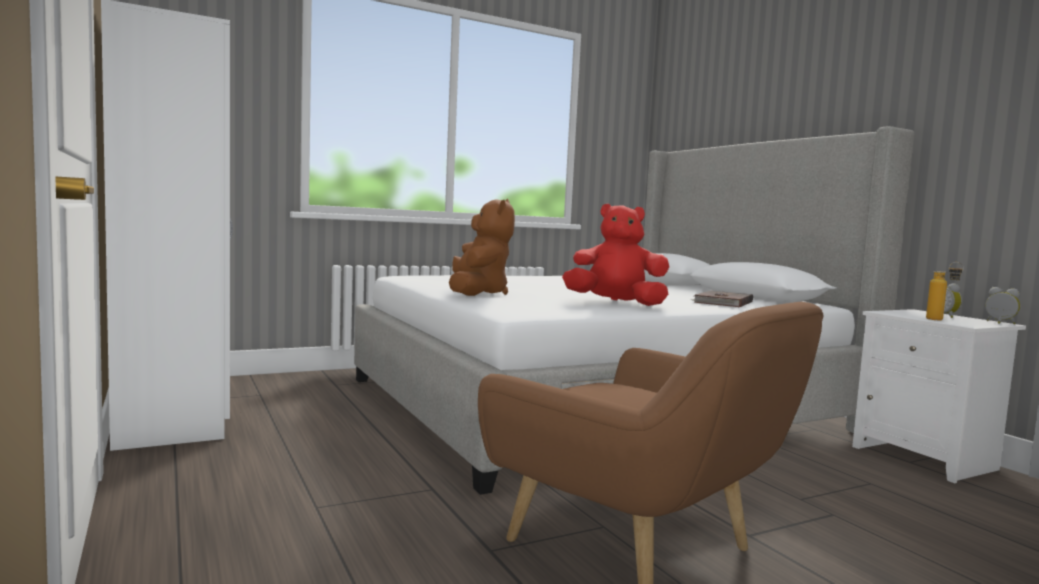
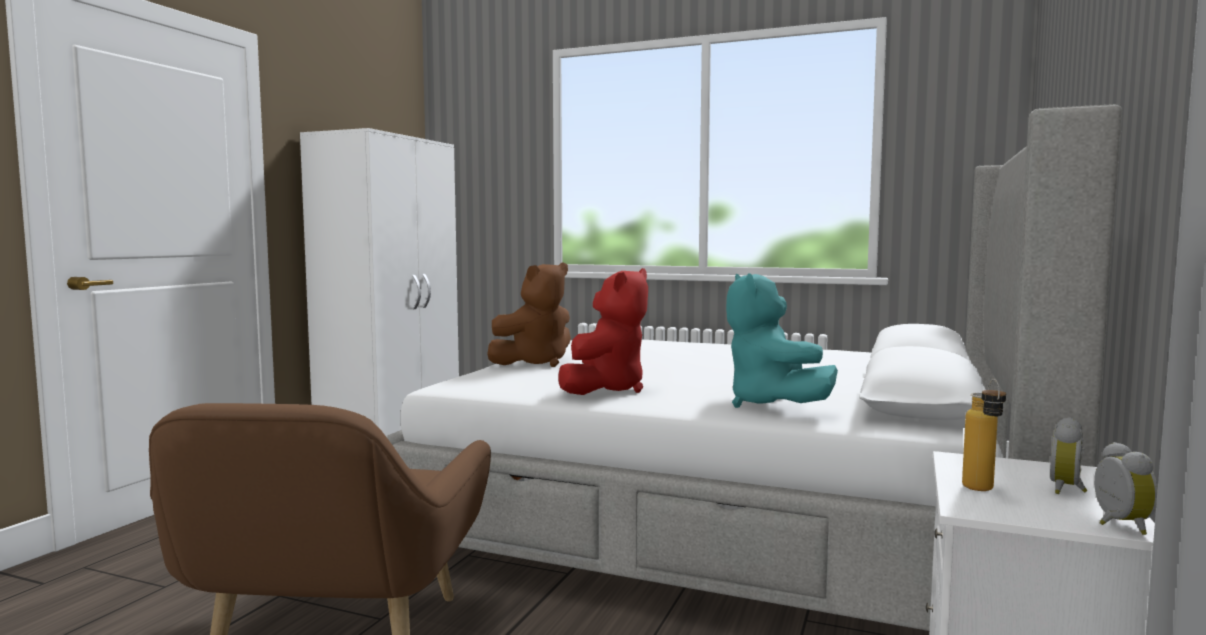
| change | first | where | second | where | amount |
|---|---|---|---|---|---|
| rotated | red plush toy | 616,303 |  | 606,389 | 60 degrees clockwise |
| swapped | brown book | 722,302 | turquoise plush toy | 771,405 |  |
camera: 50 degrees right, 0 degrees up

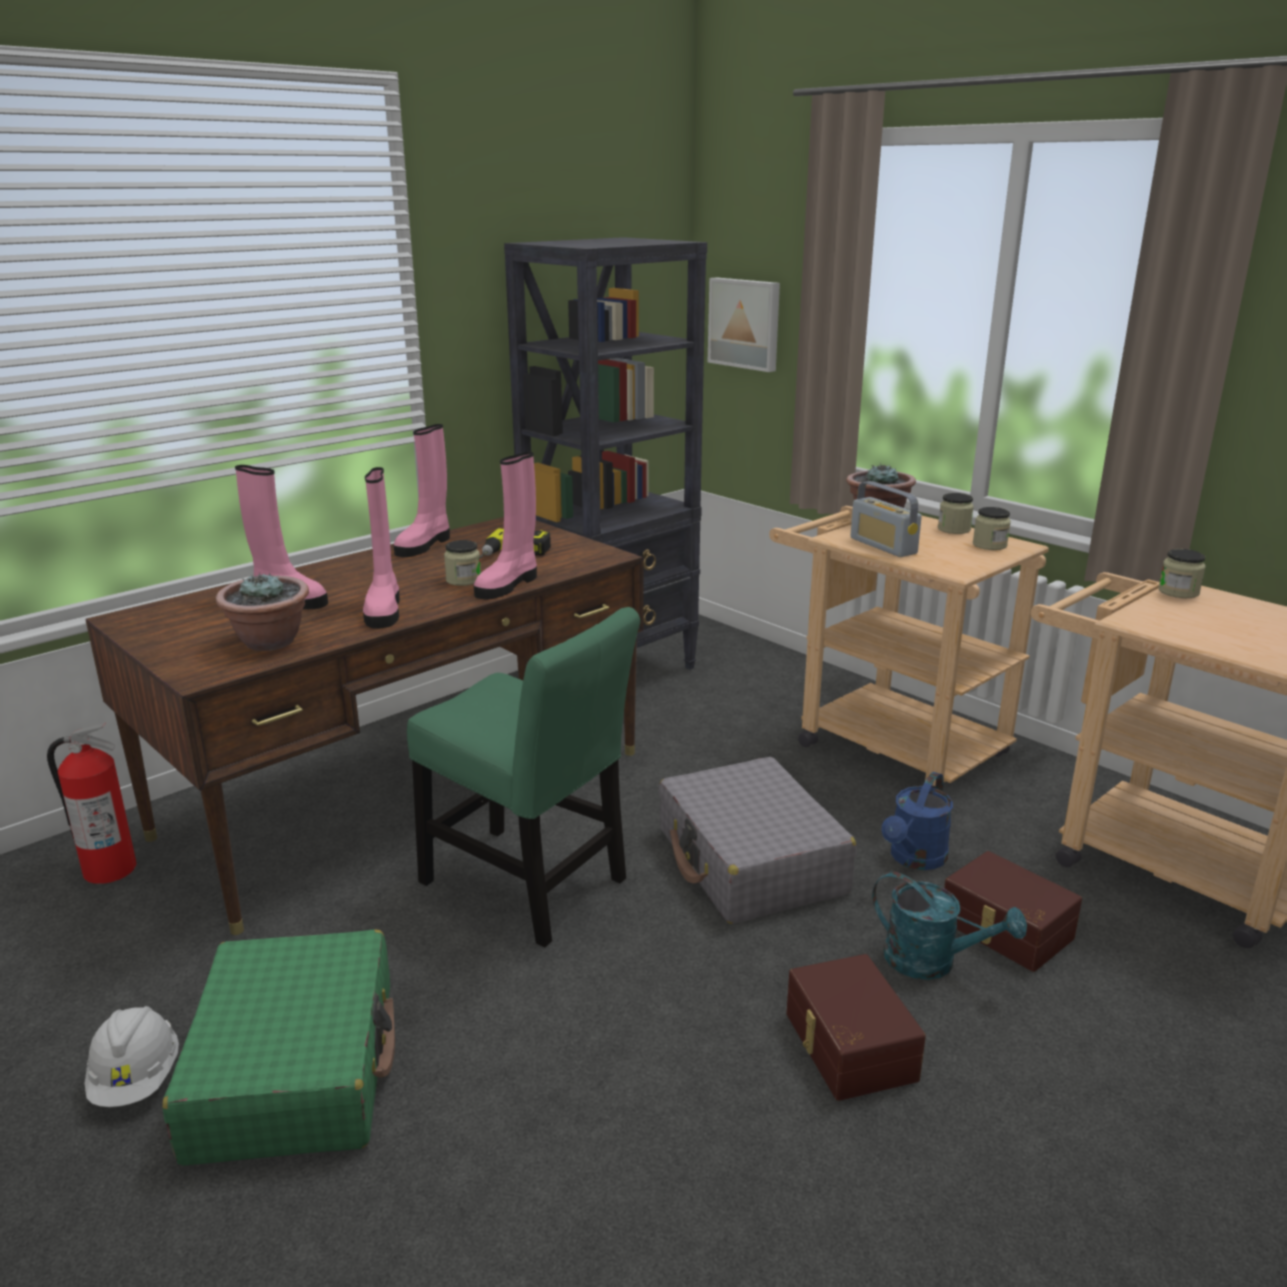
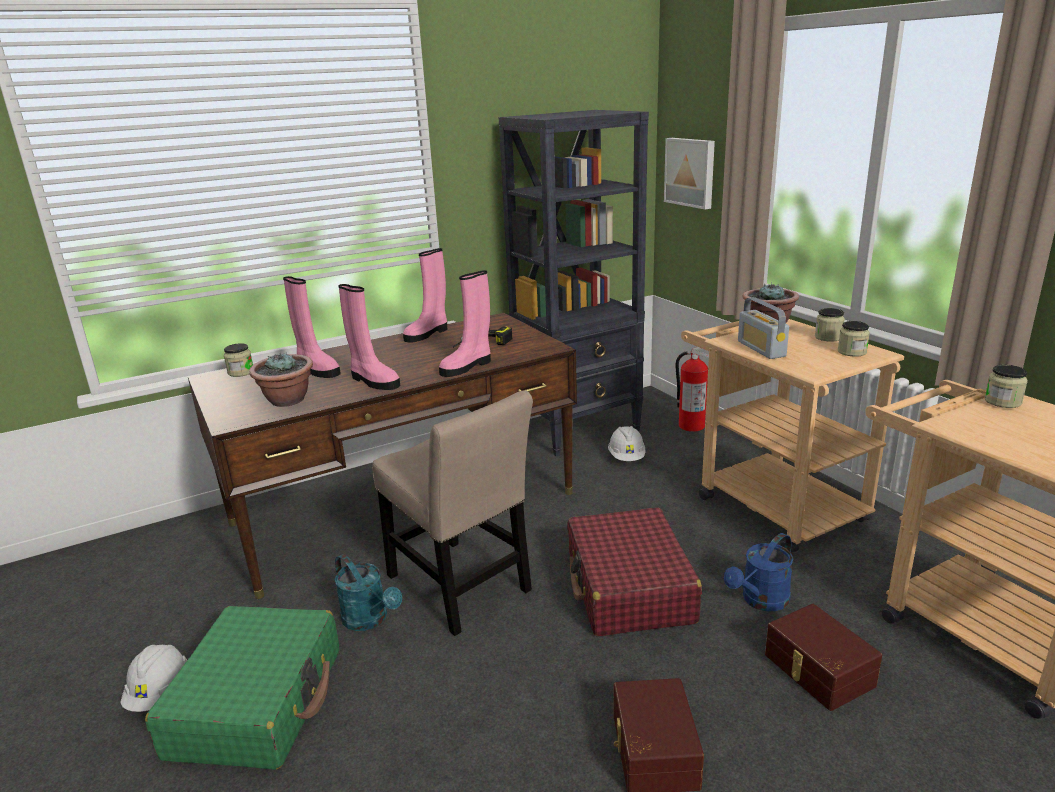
| change | first | where | second | where | amount |
|---|---|---|---|---|---|
| shifted | fire extinguisher | 109,869 |  | 691,426 |  |
| rotated | pink boot | 384,610 |  | 373,381 | 60 degrees counterclockwise |
| repainted | green chair | 530,886 | beige chair | 461,587 |  |
| shifted | jar | 463,580 |  | 241,372 |  |
| repainted | grey suitcase | 750,862 | red suitcase | 629,588 |  |
| shifted | turquoise watering can | 932,962 |  | 370,620 |  |
| new |  |  | white hard hat | 626,457 |  |
camera: 15 degrees right, 0 degrees up

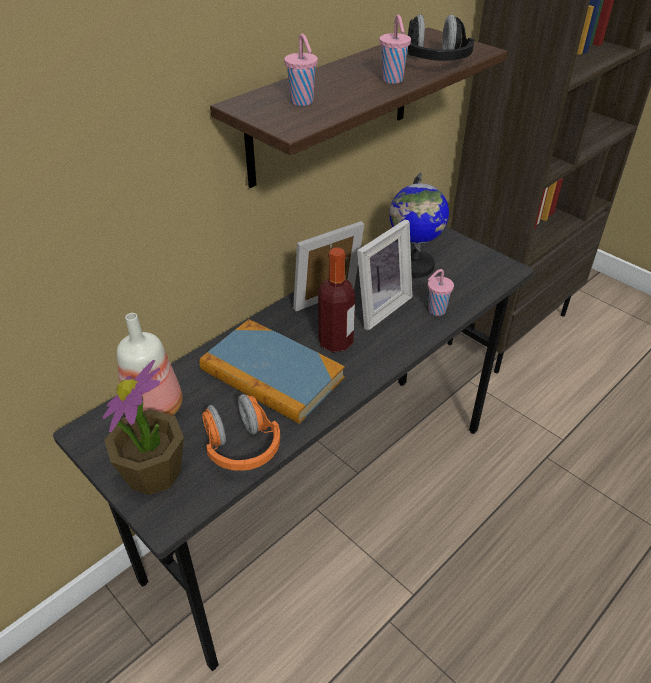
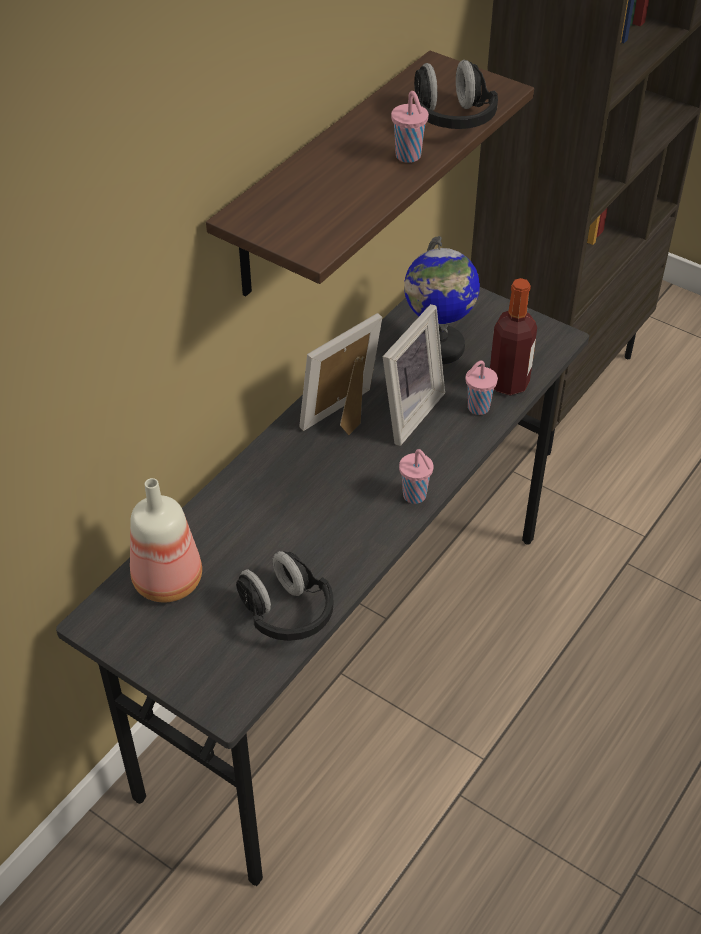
| change | first | where | second | where | amount |
|---|---|---|---|---|---|
| gone | potted plant | 154,473 |  |  |  |
| gone | book | 272,374 |  |  |  |
| repainted | orange headphones | 242,447 | black headphones | 286,612 |  |
| shifted | pink cup | 302,102 |  | 415,496 |  |
| shifted | bottle | 335,342 |  | 508,383 |  |
camera: 10 degrees left, 5 degrees up

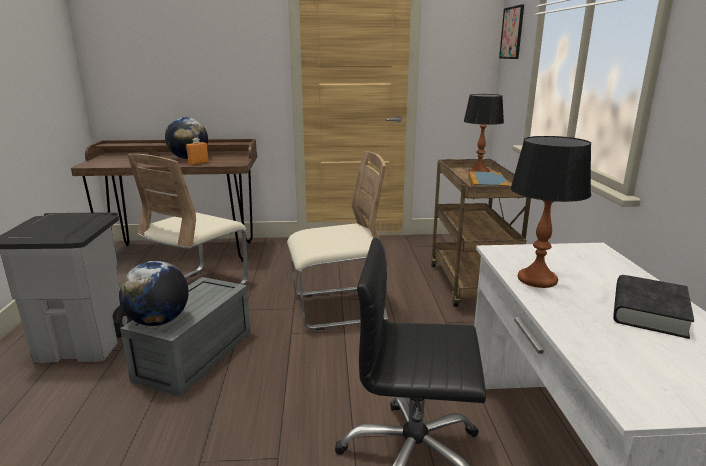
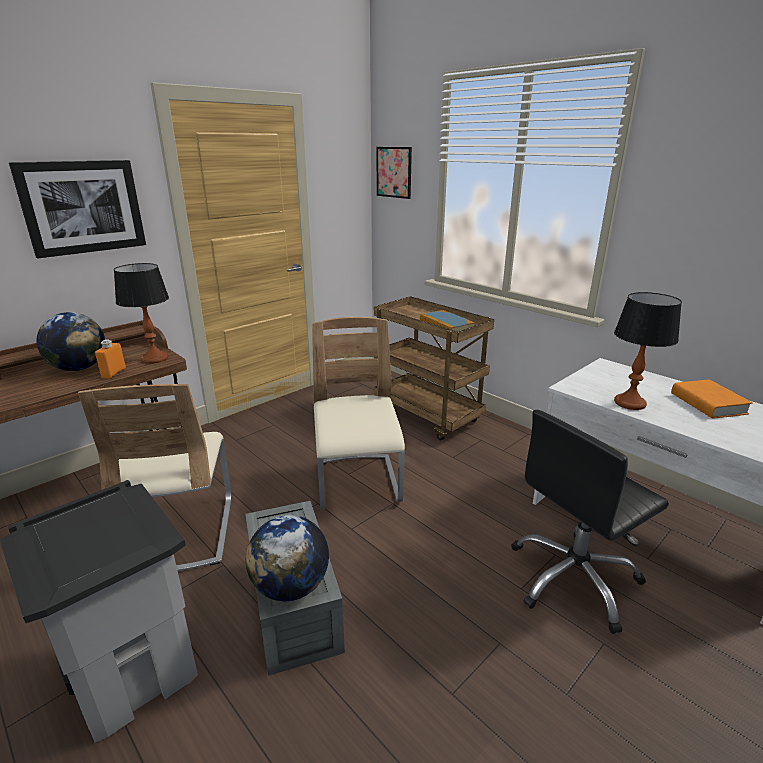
| change | first | where | second | where | amount |
|---|---|---|---|---|---|
| rotated | beige chair | 338,308 |  | 357,484 | 45 degrees counterclockwise |
| shifted | table lamp | 479,171 |  | 155,358 |  |
| repainted | black book | 648,312 | orange book | 708,404 |  |
| new |  |  | picture | 83,207 |  |
camera: 40 degrees left, 5 degrees up

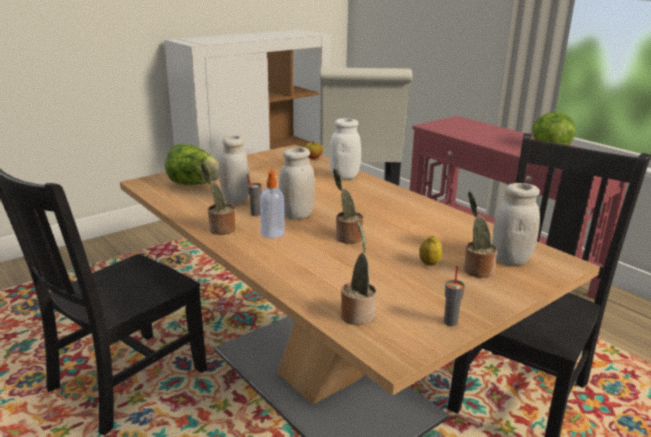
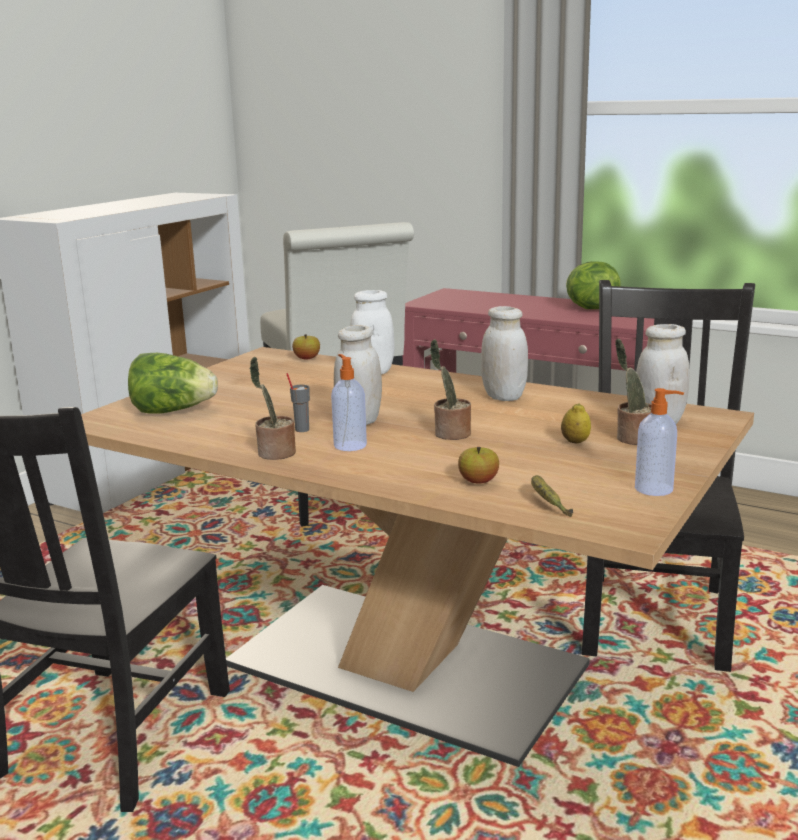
| change | first | where | second | where | amount |
|---|---|---|---|---|---|
| shifted | white jar | 235,200 |  | 503,397 |  |
| swapped | potted plant | 357,314 | banana | 547,503 |  |
| swapped | grey cup | 450,322 | soap dispenser | 655,489 |  |
| new |  |  | apple | 478,481 |  |
camera: 20 degrees left, 5 degrees down

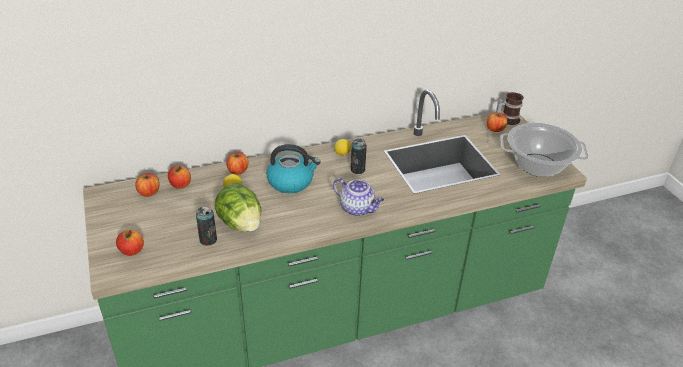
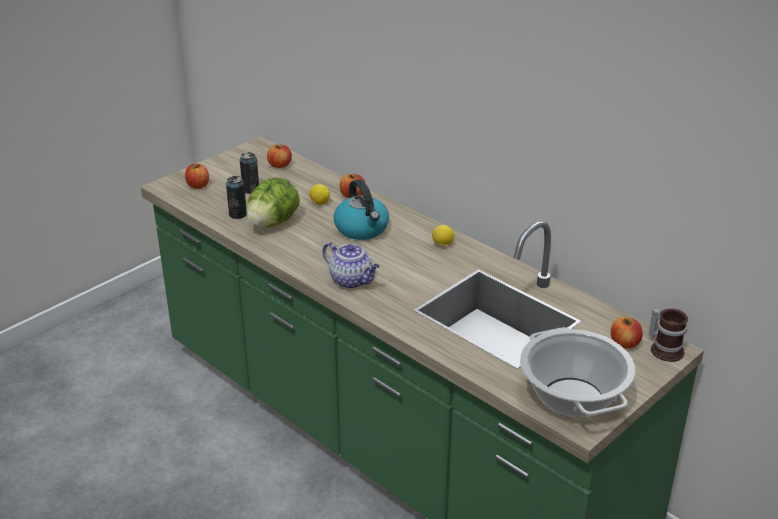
| change | first | where | second | where | amount |
|---|---|---|---|---|---|
| gone | apple | 180,184 |  |  |  |
| rotated | teapot | 358,208 |  | 352,280 | 60 degrees counterclockwise |
| shifted | can | 357,169 |  | 251,190 |  |
camera: 65 degrees right, 5 degrees down

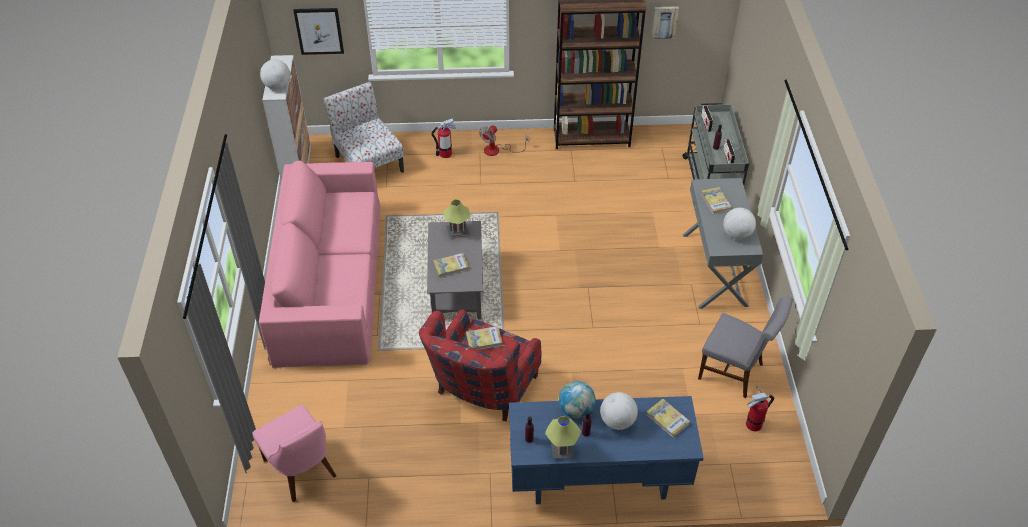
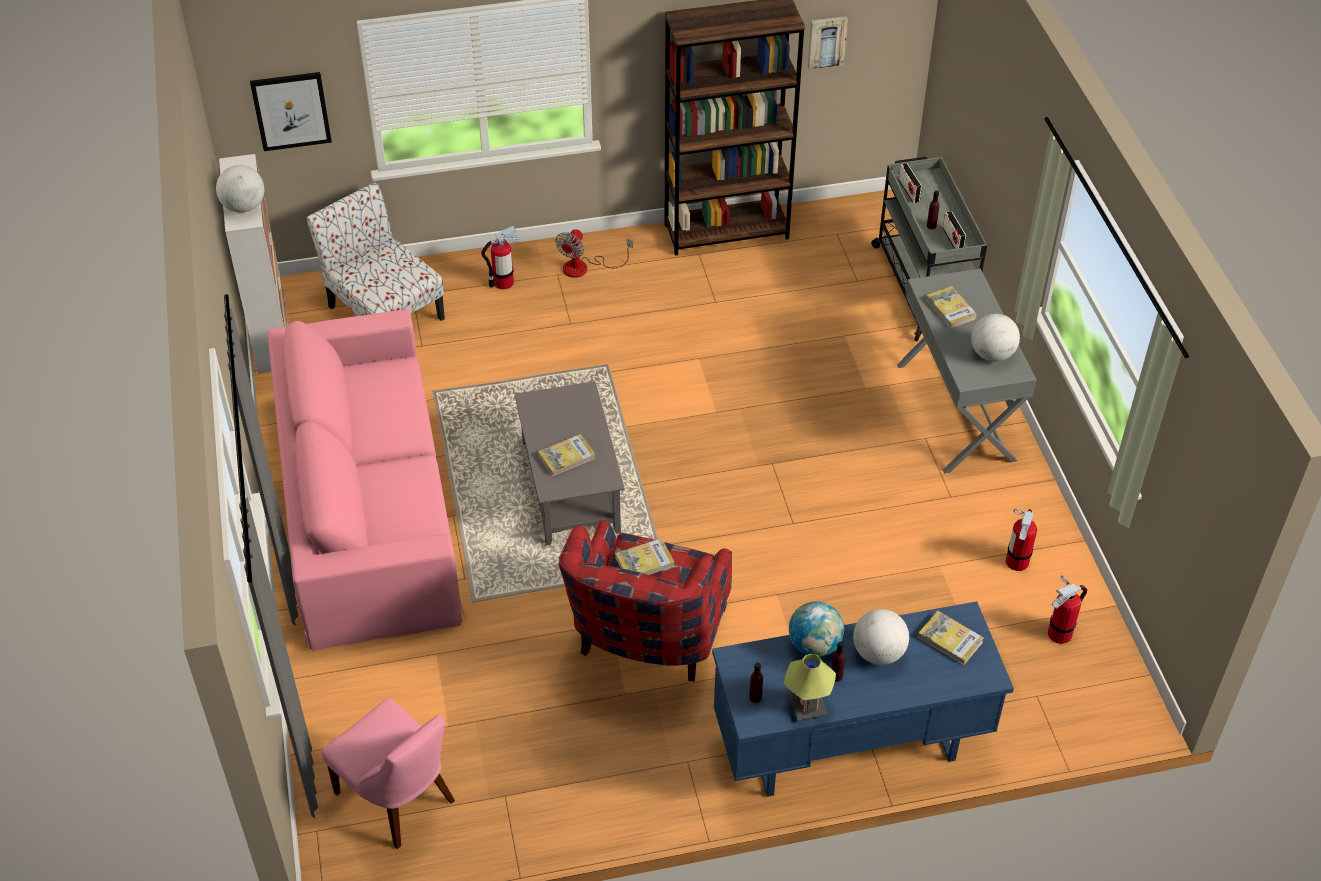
| change | first | where | second | where | amount |
|---|---|---|---|---|---|
| gone | table lamp | 457,231 |  |  |  |
| swapped | grey chair | 735,372 | fire extinguisher | 1017,561 |  |
camera: 10 degrees left, 0 degrees up

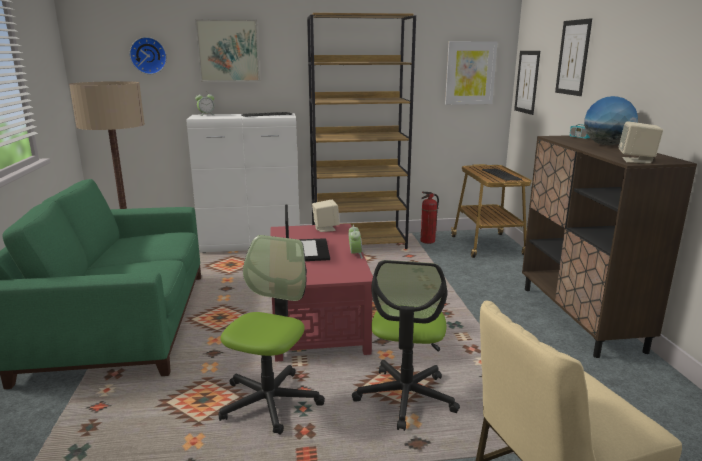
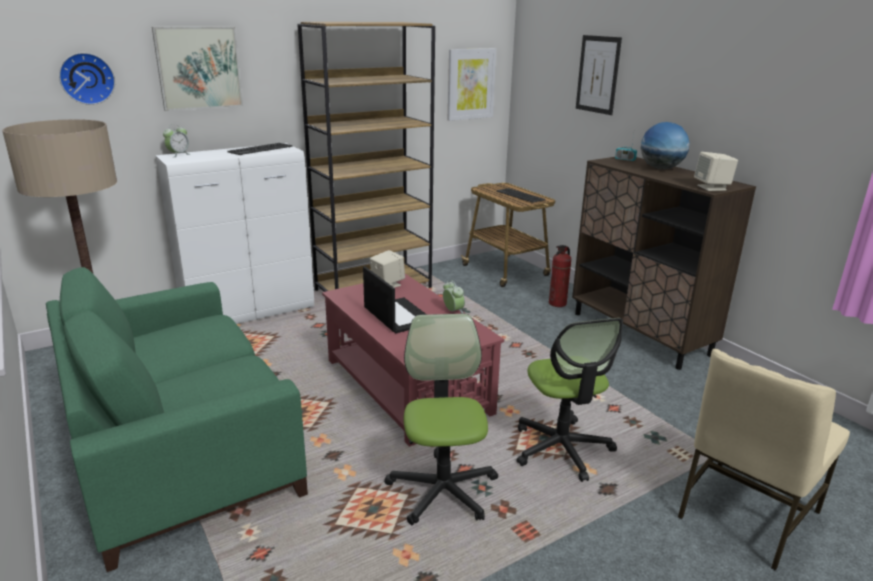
| change | first | where | second | where | amount |
|---|---|---|---|---|---|
| shifted | fire extinguisher | 427,241 |  | 557,303 |  |
| gone | picture | 527,82 |  |  |  |
camera: 25 degrees left, 5 degrees up

